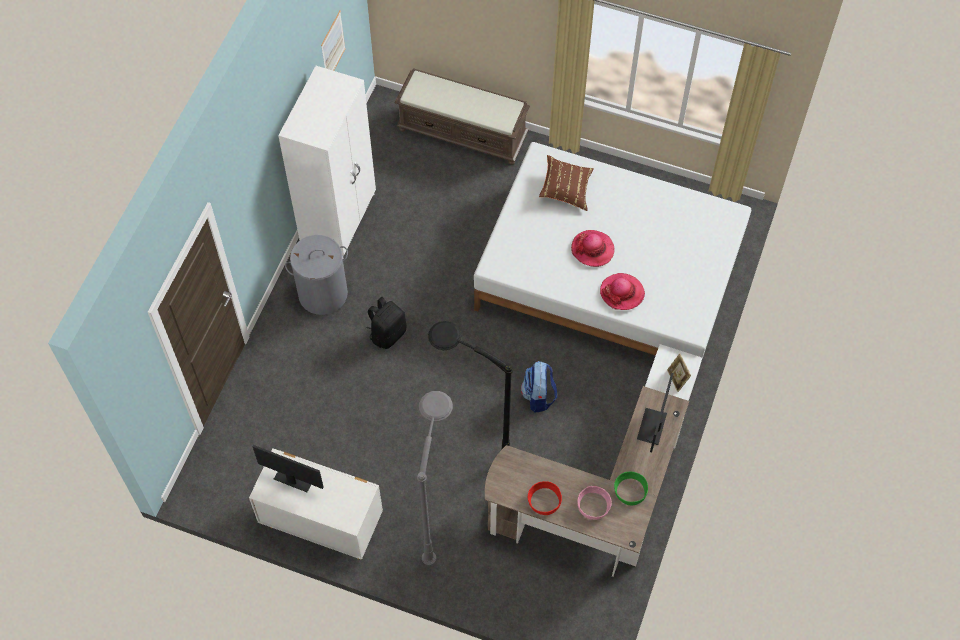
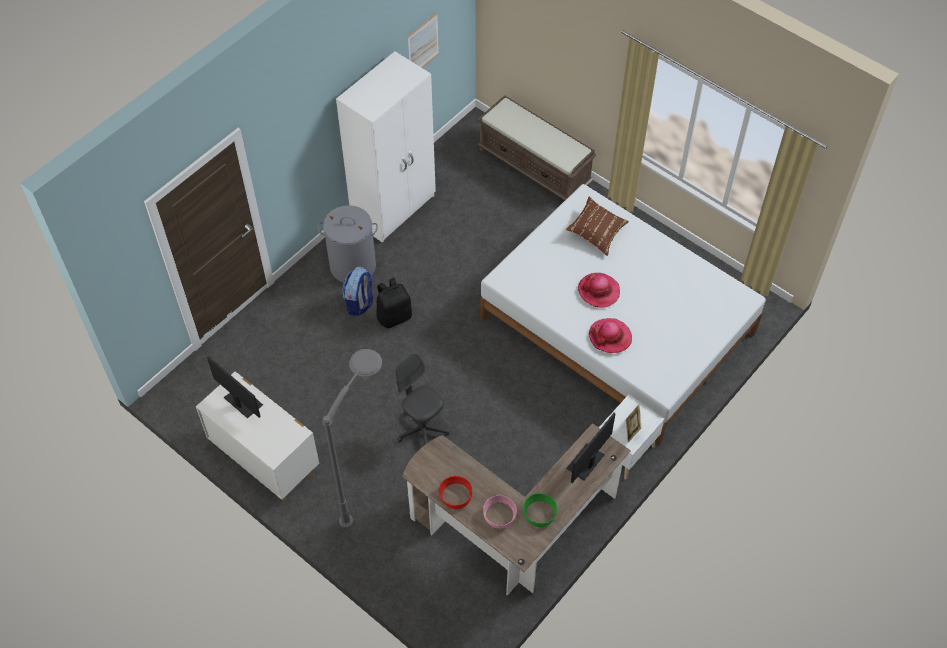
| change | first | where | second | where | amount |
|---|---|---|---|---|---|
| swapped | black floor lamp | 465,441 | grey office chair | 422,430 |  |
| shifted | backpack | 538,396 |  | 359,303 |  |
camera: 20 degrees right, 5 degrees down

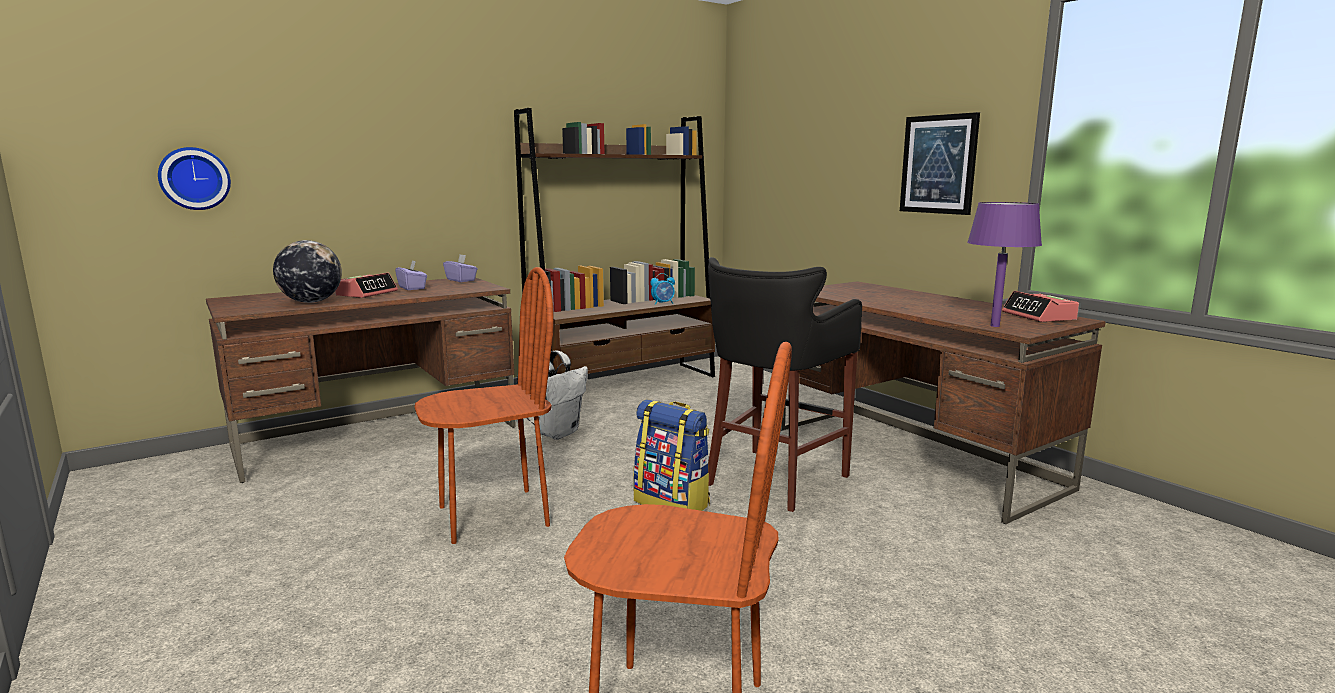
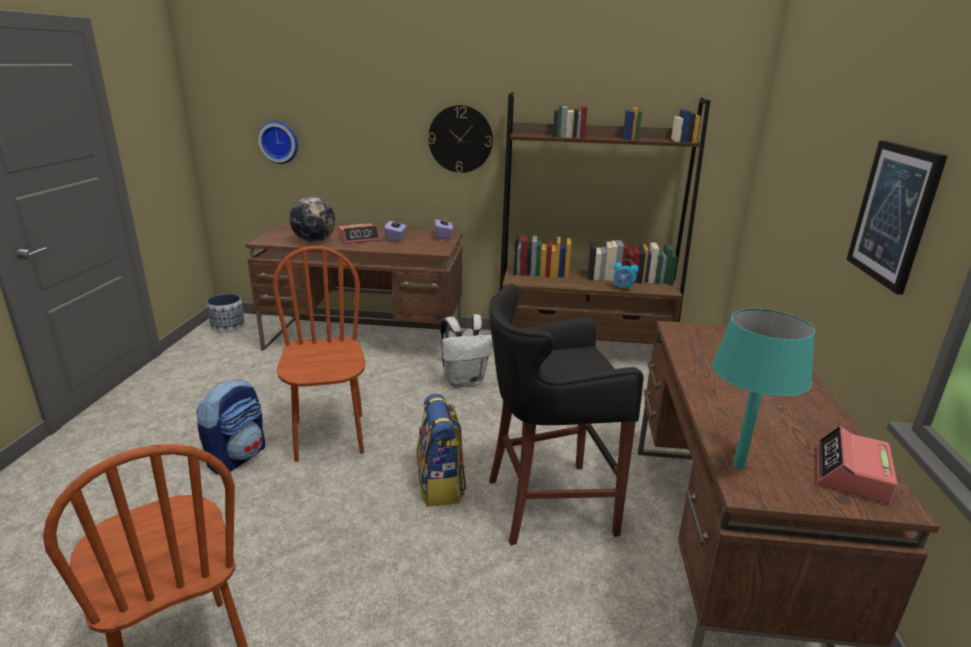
| change | first | where | second | where | amount |
|---|---|---|---|---|---|
| rotated | brown chair | 493,515 |  | 329,437 | 120 degrees counterclockwise |
| repainted | purple table lamp | 995,326 | turquoise table lamp | 738,466 |  |
| new |  |  | backpack | 237,457 |  |
| new |  |  | planter | 228,326 |  |
| new |  |  | wall clock | 460,139 |  |
camera: 40 degrees right, 10 degrees up

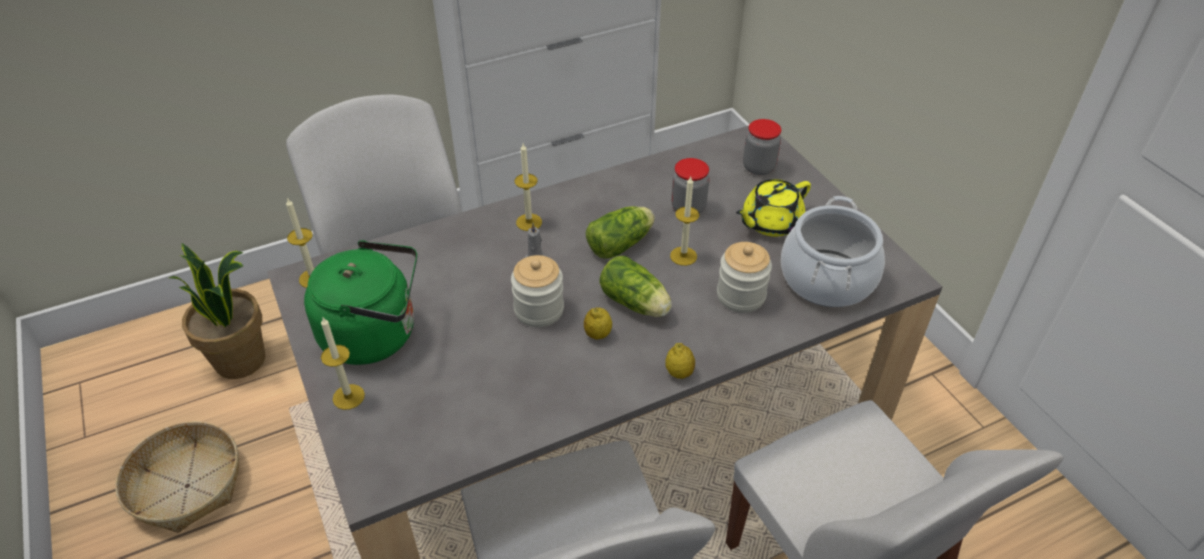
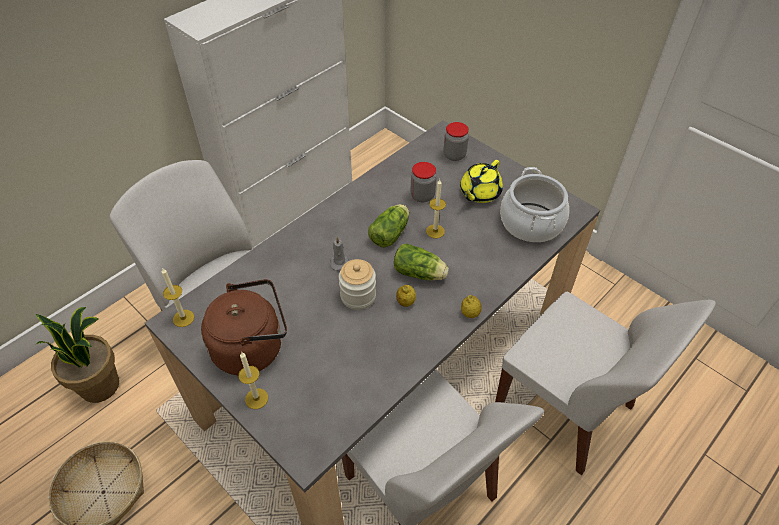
| change | first | where | second | where | amount |
|---|---|---|---|---|---|
| repainted | green kettle | 376,334 | brown kettle | 252,347 |  |
| gone | candle | 529,222 |  |  |  |
| gone | jar | 741,296 |  |  |  |
camera: 20 degrees left, 5 degrees up

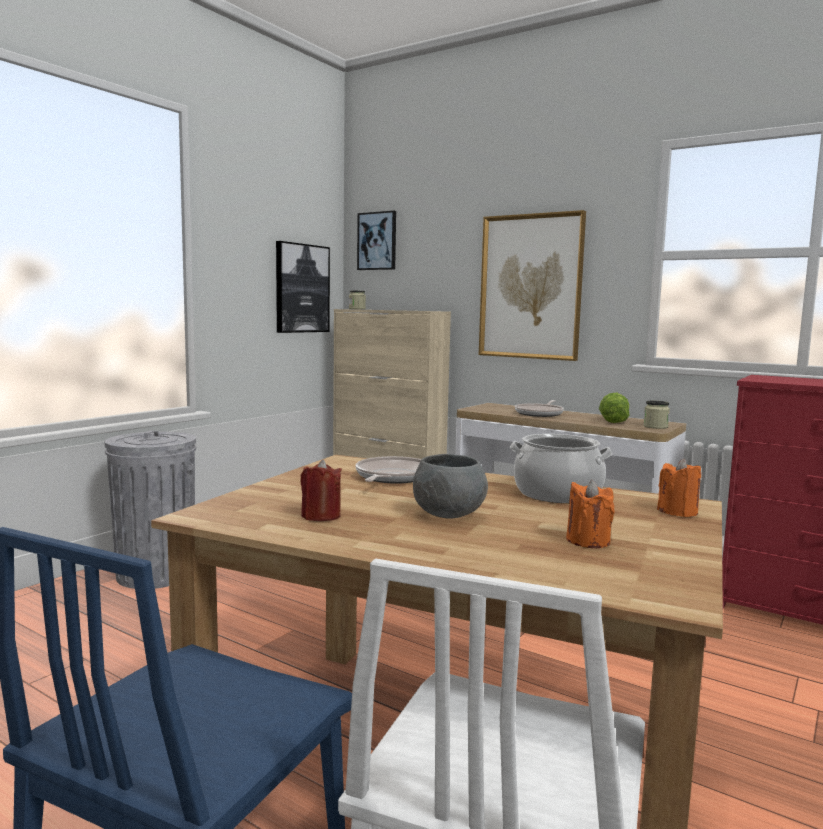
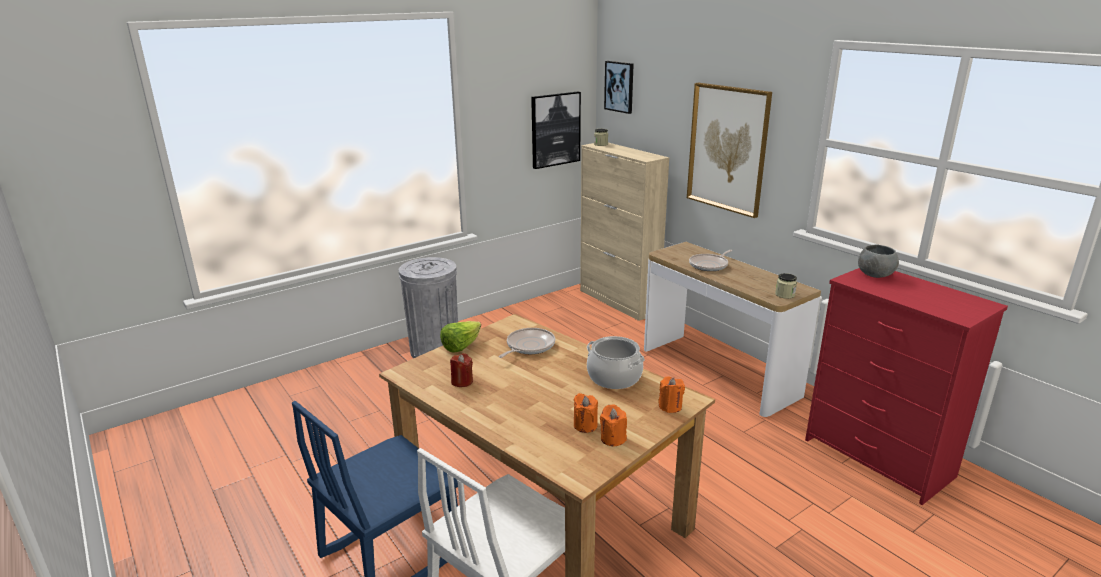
| change | first | where | second | where | amount |
|---|---|---|---|---|---|
| shifted | grey bowl | 448,515 |  | 874,275 |  |
| shifted | lettuce | 614,421 |  | 461,346 |  |
| new |  |  | orange candle | 613,439 |  |
camera: 20 degrees right, 15 degrees up

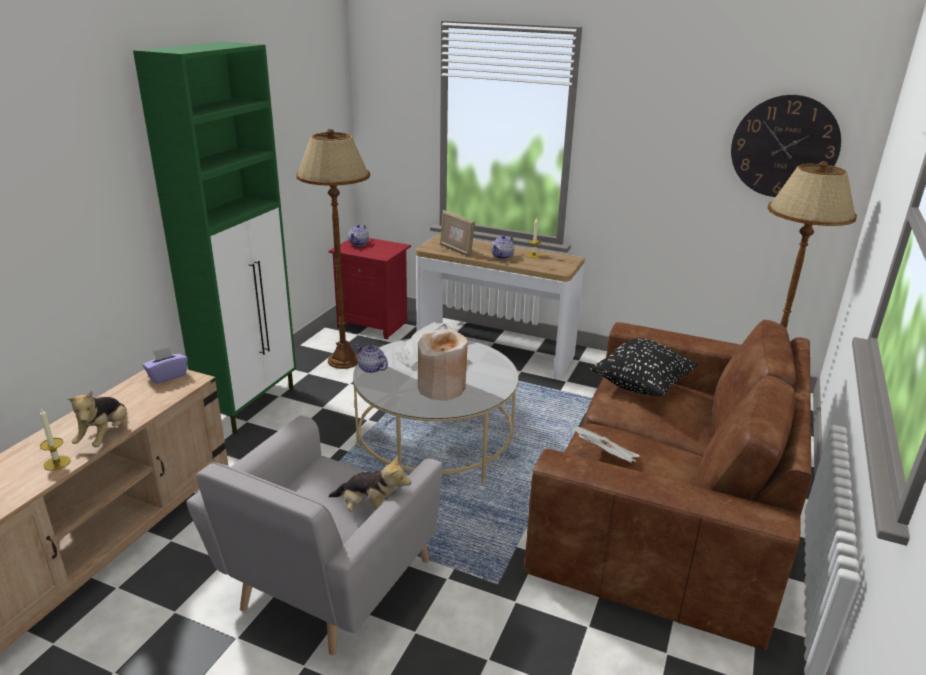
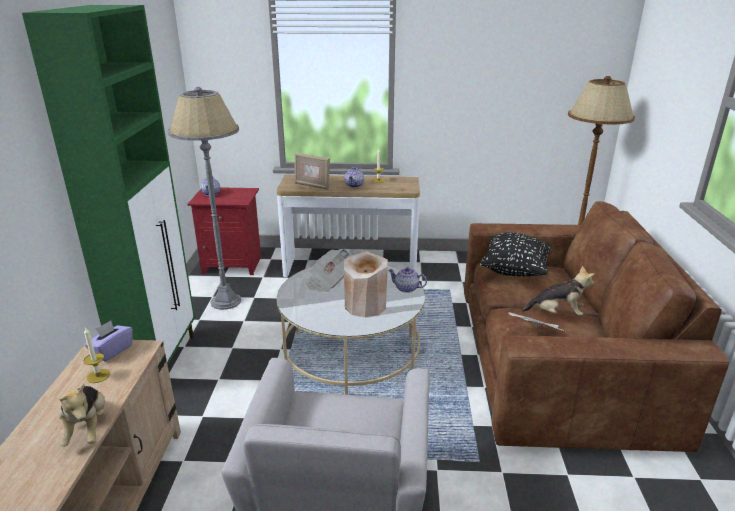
| change | first | where | second | where | amount |
|---|---|---|---|---|---|
| shifted | candle | 57,463 |  | 98,376 |  |
| repainted | brown floor lamp | 344,360 | grey floor lamp | 226,301 |  |
| shifted | plush toy | 370,511 |  | 556,313 |  |
| shifted | teapot | 371,369 |  | 407,288 |  |
| gone | wall clock | 784,147 |  |  |  |
camera: 20 degrees left, 0 degrees up

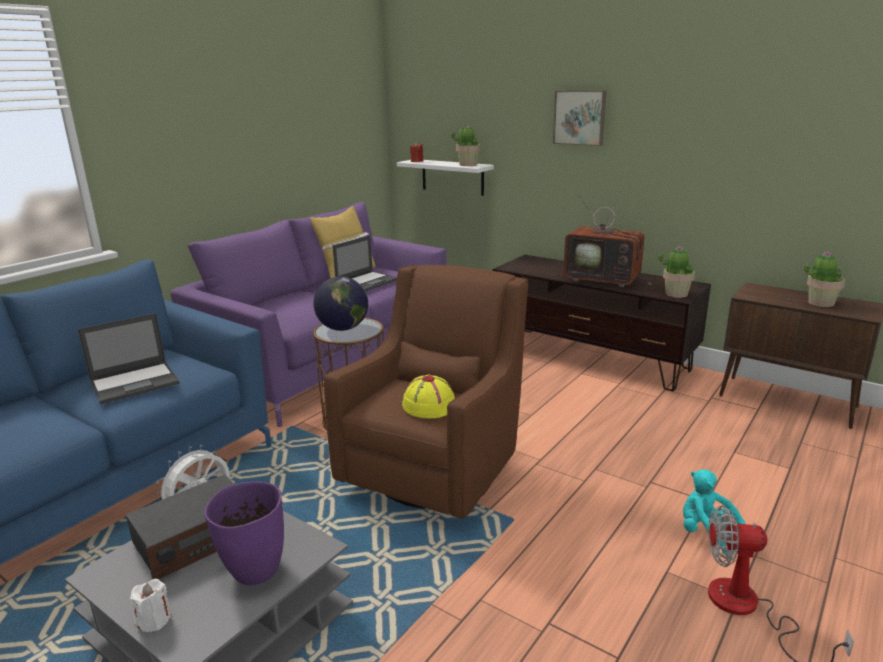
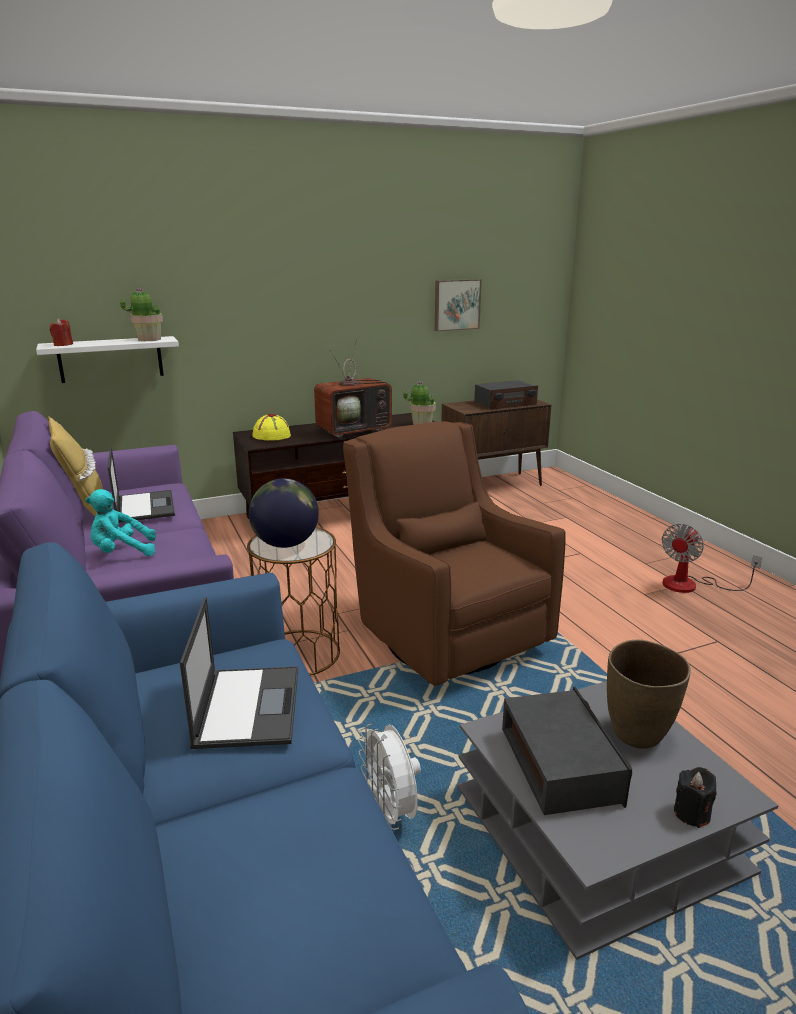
| change | first | where | second | where | amount |
|---|---|---|---|---|---|
| repainted | white candle | 154,620 | black candle | 691,813 |  |
| repainted | purple vase | 254,571 | brown vase | 637,735 |  |
| shifted | yellow hat | 428,405 |  | 271,436 |  |
| shifted | picture | 580,117 |  | 456,304 |  |
| shifted | turquoise plush toy | 706,533 |  | 122,552 |  |
| swapped | potted plant | 820,303 | radio | 505,403 |  |
camera: 60 degrees left, 0 degrees up

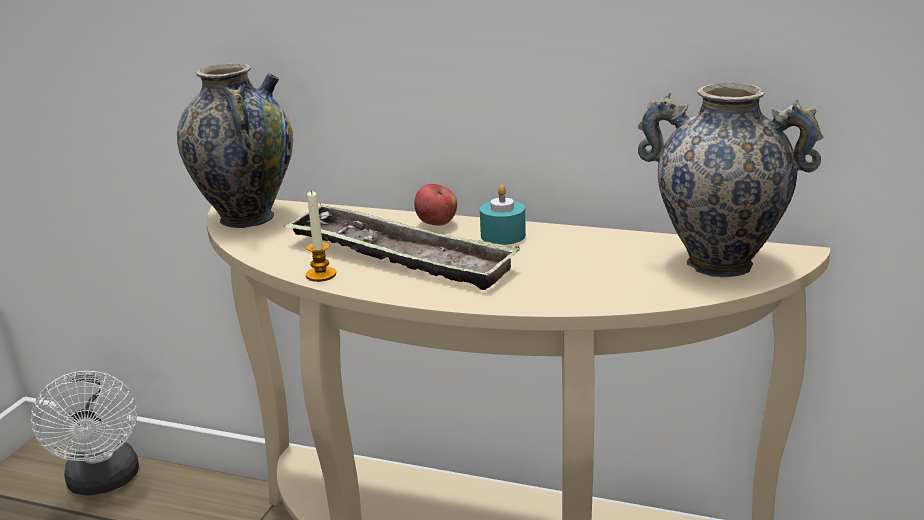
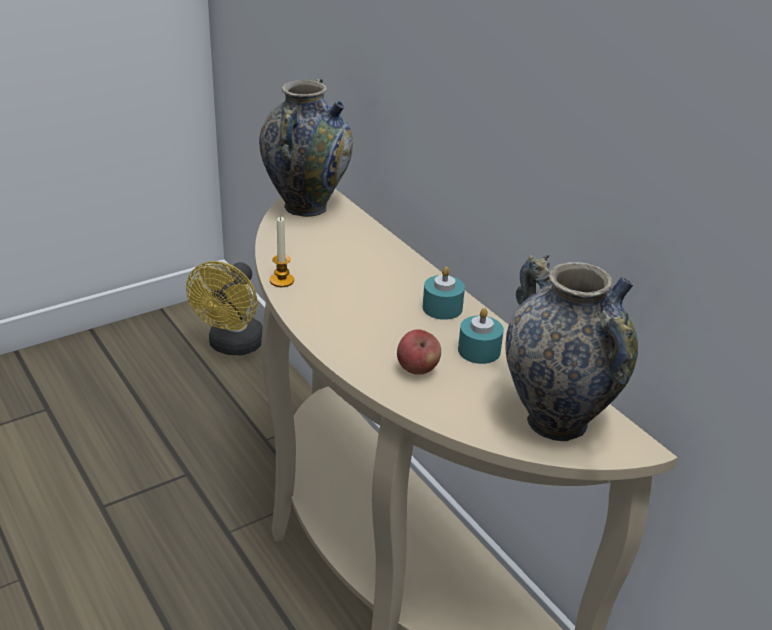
| change | first | where | second | where | amount |
|---|---|---|---|---|---|
| repainted | white fan | 104,482 | yellow fan | 233,346 |  |
| gone | tray | 398,257 |  |  |  |
| shifted | apple | 436,224 |  | 417,369 |  |
| new |  |  | turquoise candle | 479,350 |  |
camera: 35 degrees right, 10 degrees up

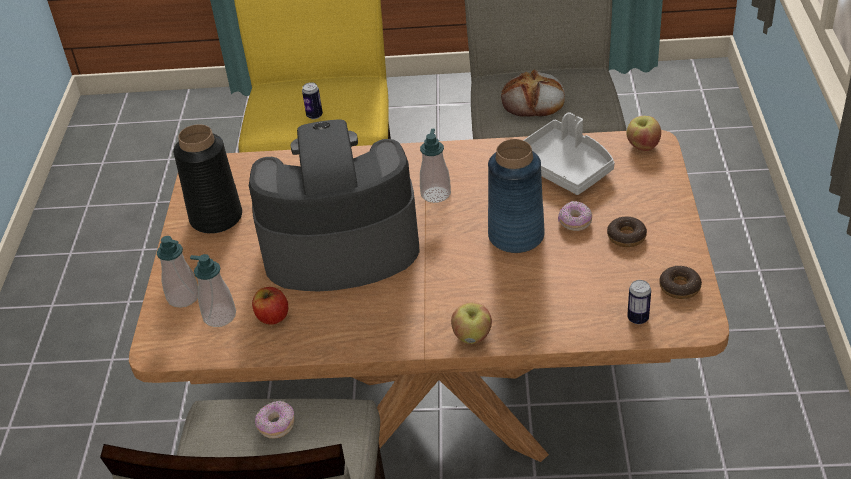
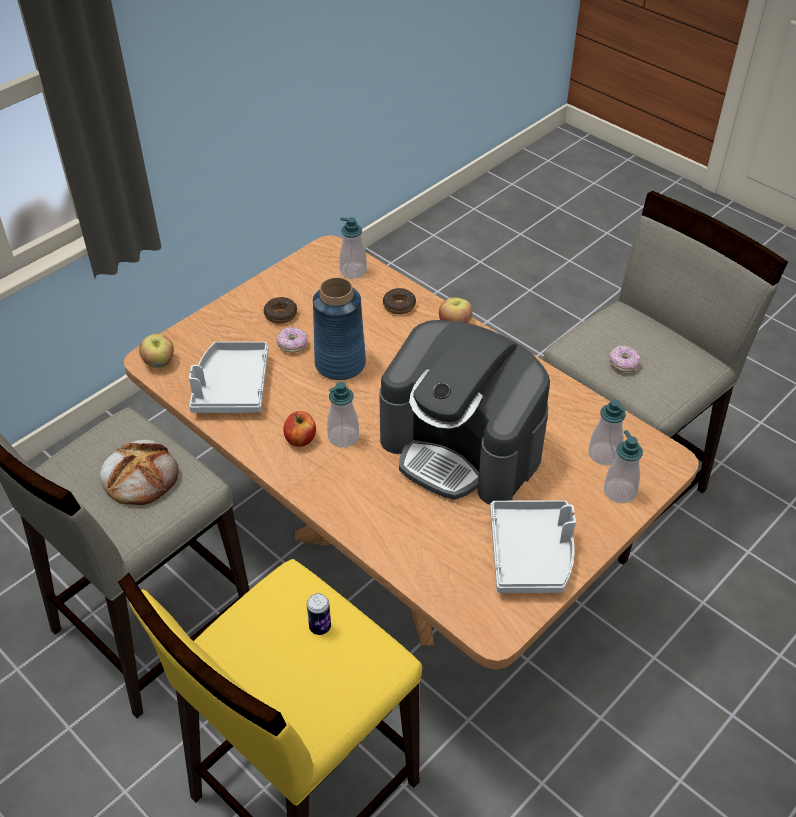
| change | first | where | second | where | amount |
|---|---|---|---|---|---|
| swapped | black vase | 215,217 | grey tray | 532,554 |  |
| shifted | apple | 272,317 |  | 300,439 |  |
| swapped | can | 638,318 | soap dispenser | 353,271 |  |
| shifted | donut | 679,287 |  | 399,305 |  |
camera: 140 degrees left, 5 degrees up

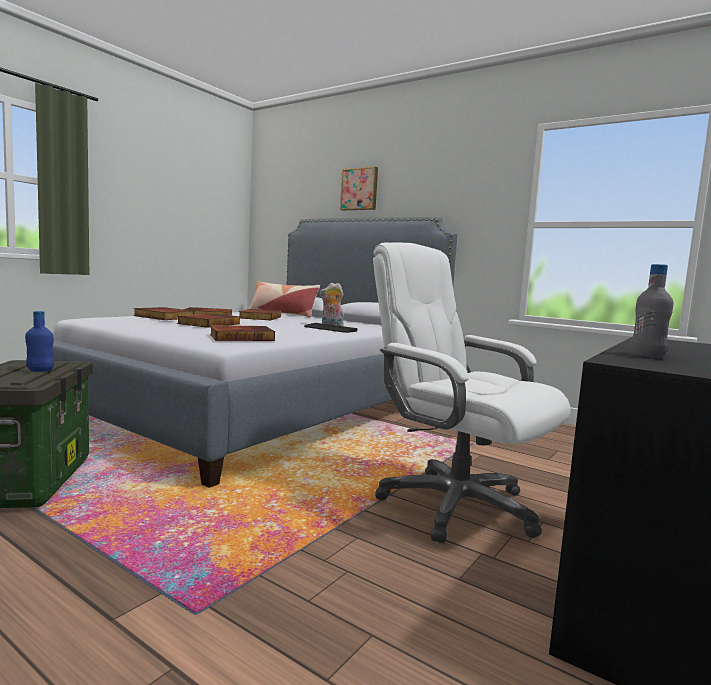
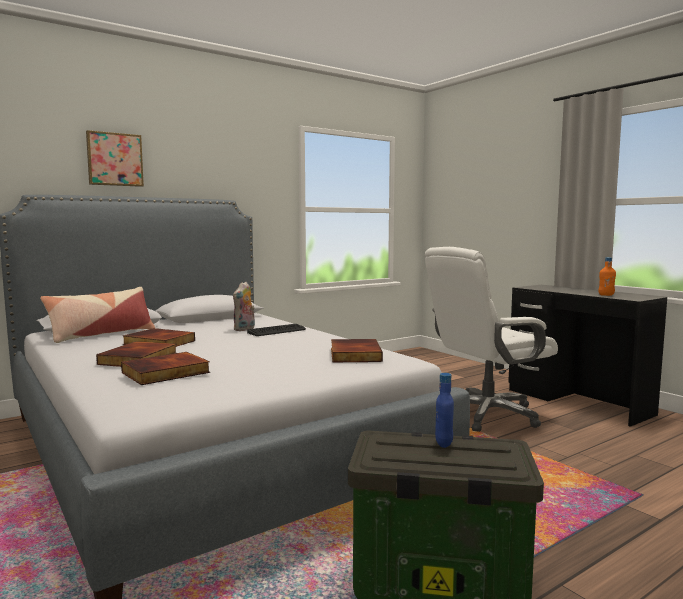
| change | first | where | second | where | amount |
|---|---|---|---|---|---|
| gone | book | 208,323 |  |  |  |
| repainted | grey bottle | 647,356 | orange bottle | 606,295 |  |
camera: 70 degrees left, 0 degrees up

